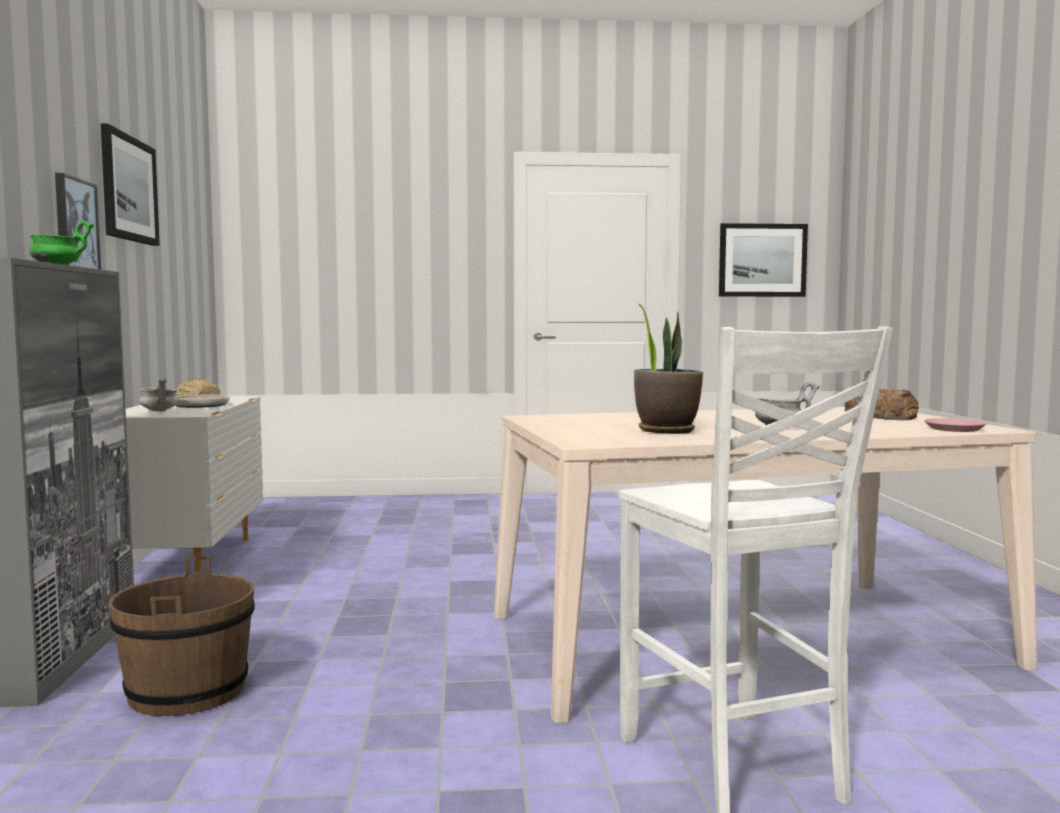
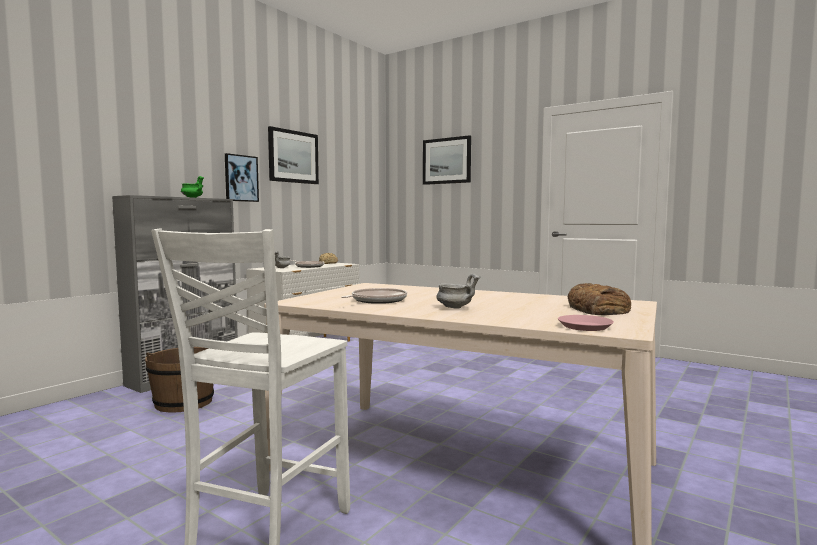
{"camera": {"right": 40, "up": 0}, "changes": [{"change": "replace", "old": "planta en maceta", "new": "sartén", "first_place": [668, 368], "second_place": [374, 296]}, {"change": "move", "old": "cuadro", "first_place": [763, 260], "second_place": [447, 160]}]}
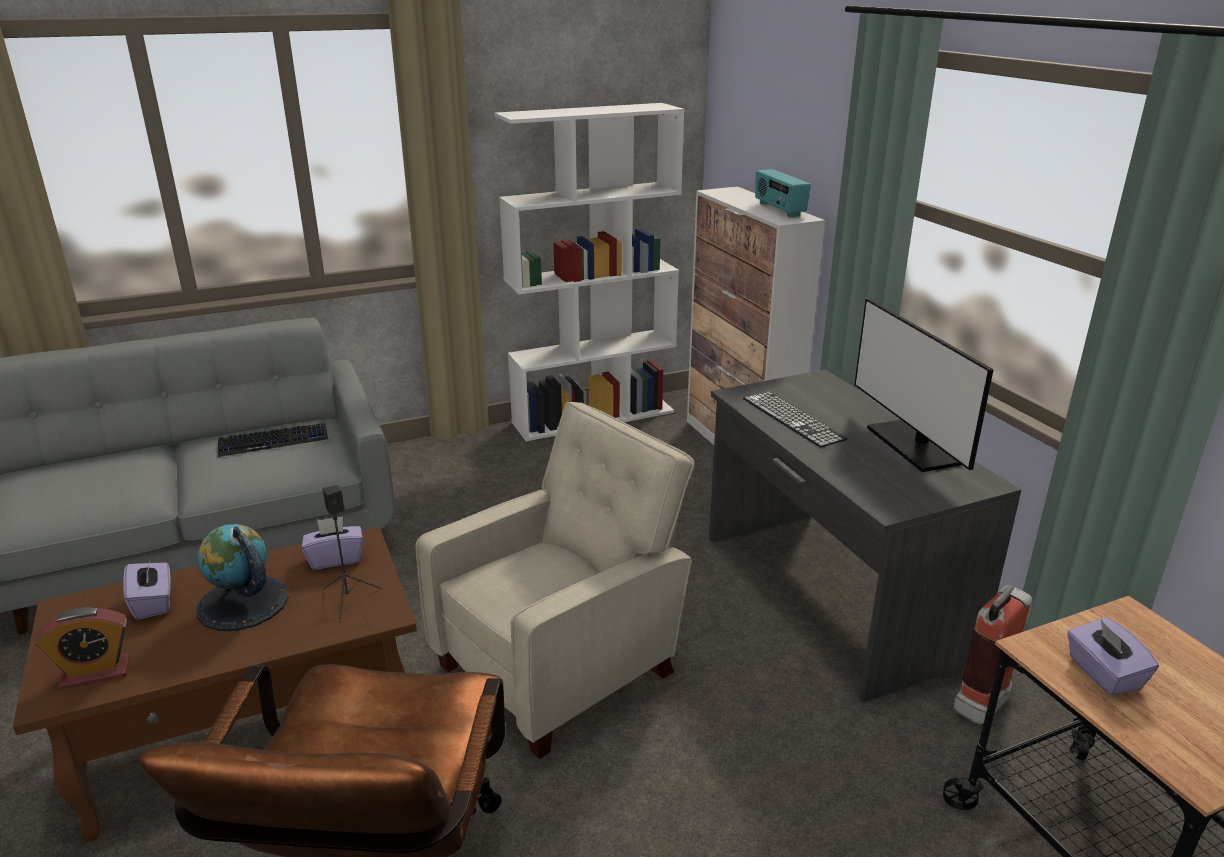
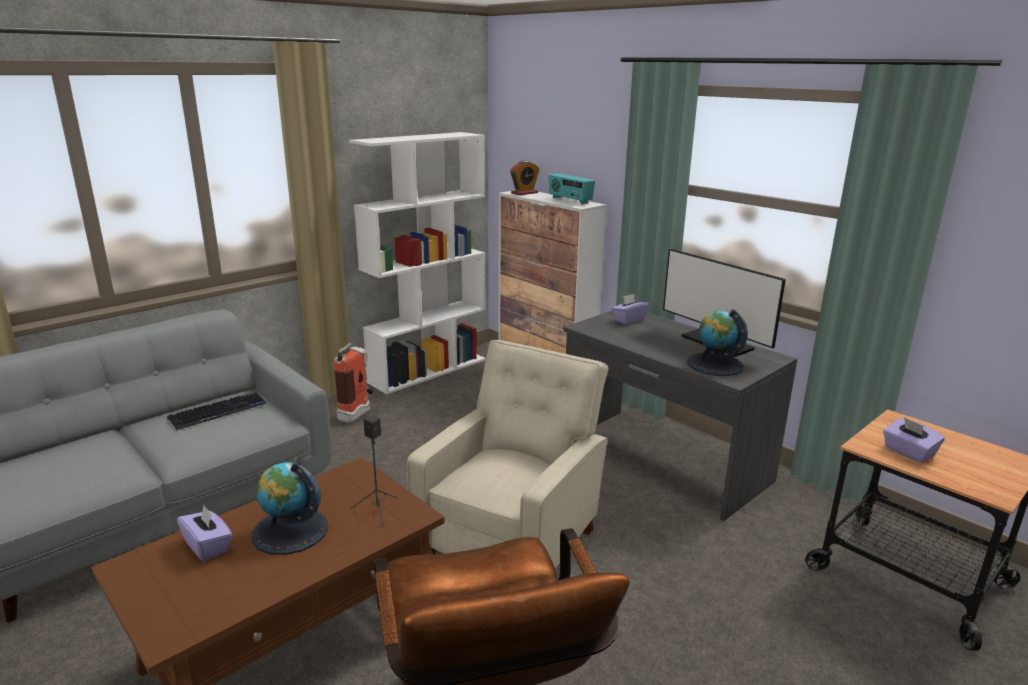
{"camera": {"right": -20, "up": -5}, "changes": [{"change": "move", "old": "extintor", "first_place": [993, 654], "second_place": [354, 383]}, {"change": "move", "old": "despertador", "first_place": [82, 648], "second_place": [525, 178]}, {"change": "move", "old": "caja de pañuelos/morado", "first_place": [332, 542], "second_place": [630, 309]}, {"change": "insert", "new": "globo terráqueo", "second_place": [717, 342]}, {"change": "delete", "old": "teclado", "first_place": [795, 420]}]}
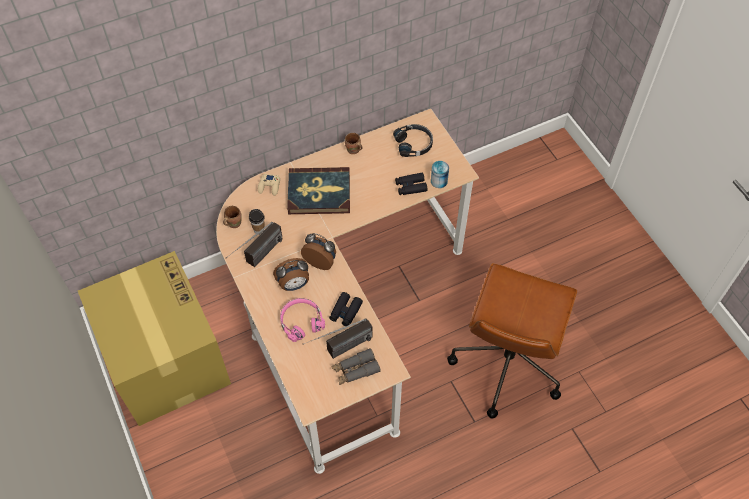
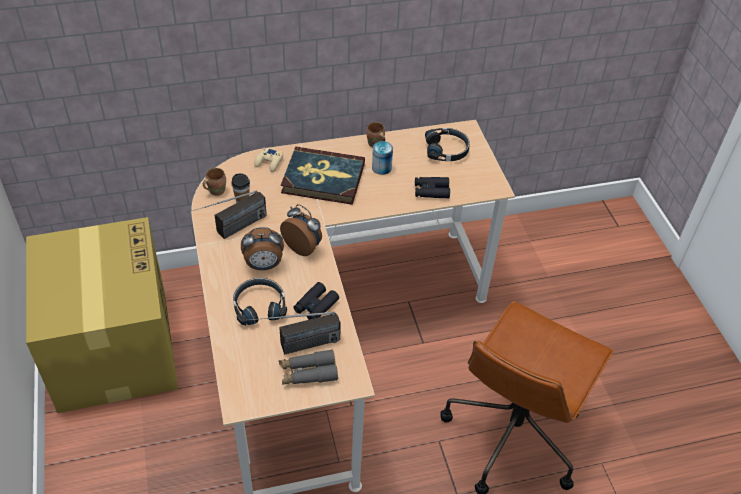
{"camera": {"right": 10, "up": -10}, "changes": [{"change": "recolor", "old": "auriculares/rosa", "new": "auriculares/negro", "first_place": [302, 320], "second_place": [260, 302]}, {"change": "move", "old": "lata", "first_place": [440, 174], "second_place": [382, 158]}]}
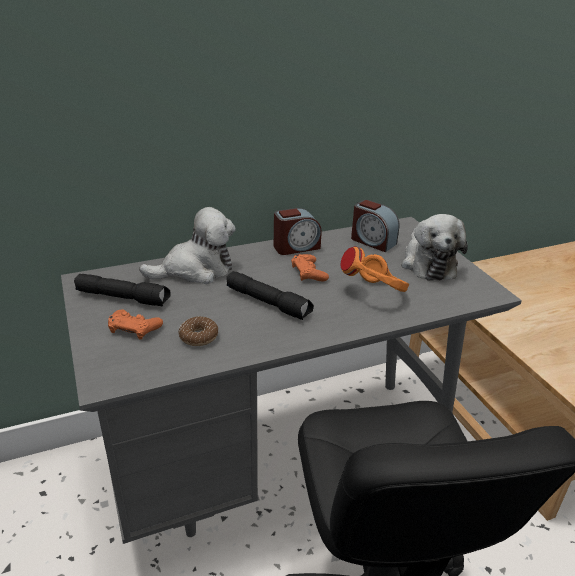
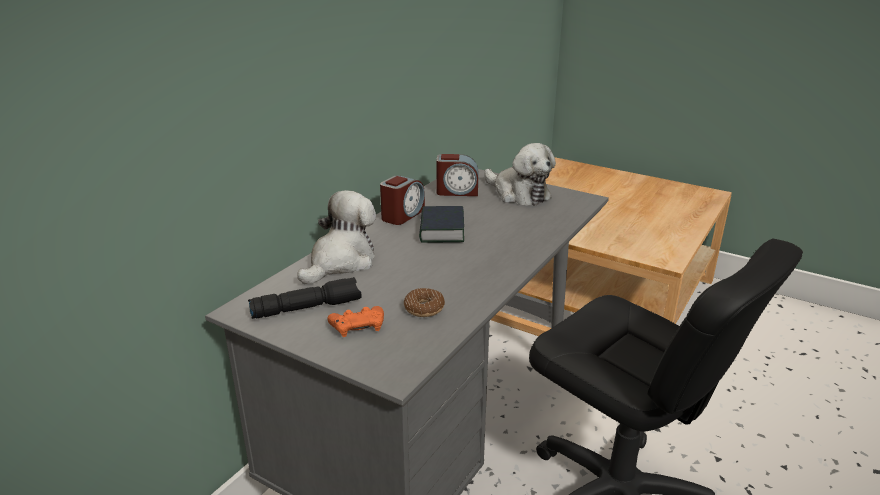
{"camera": {"right": -35, "up": -5}, "changes": [{"change": "replace", "old": "mando de consola/naranja", "new": "libro", "first_place": [310, 267], "second_place": [441, 224]}, {"change": "delete", "old": "linterna/negro", "first_place": [270, 295]}, {"change": "delete", "old": "auriculares/naranja", "first_place": [374, 269]}]}
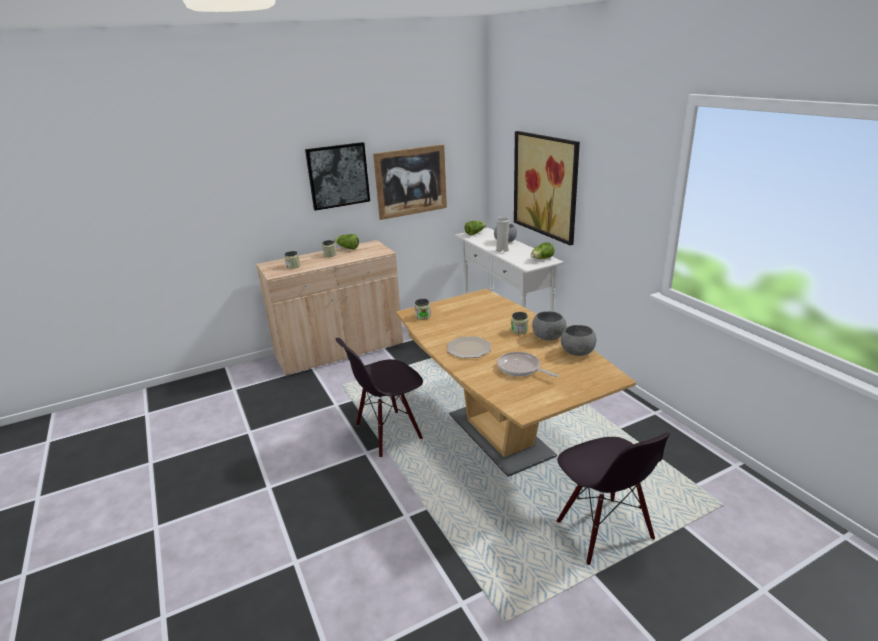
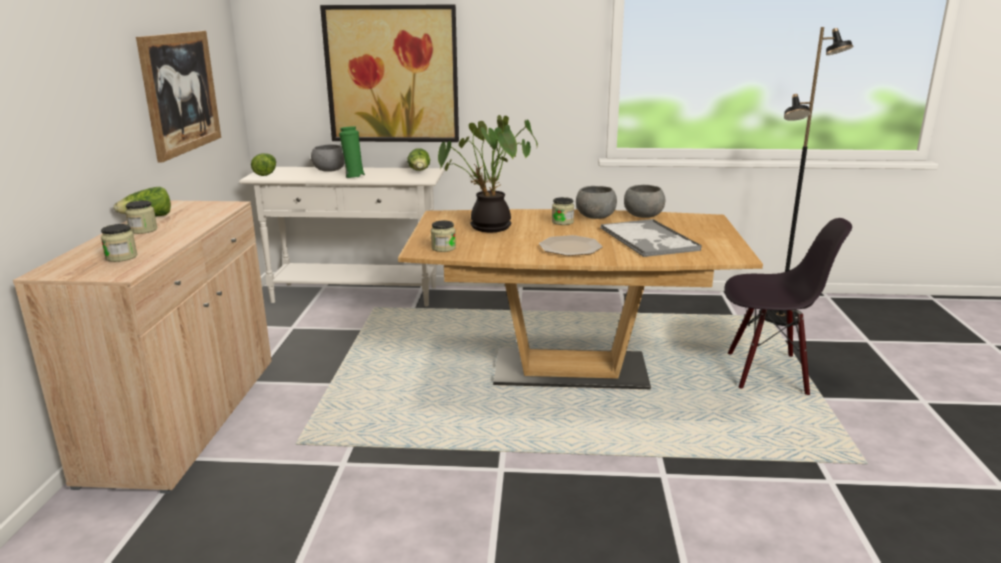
{"camera": {"right": -60, "up": -5}, "changes": [{"change": "recolor", "old": "florero/blanco", "new": "florero/verde", "first_place": [503, 234], "second_place": [352, 152]}, {"change": "insert", "new": "planta en maceta", "second_place": [488, 173]}, {"change": "replace", "old": "sartén", "new": "bandeja", "first_place": [527, 364], "second_place": [651, 238]}, {"change": "insert", "new": "lámpara de pie/negro", "second_place": [806, 176]}, {"change": "delete", "old": "cuadro", "first_place": [337, 176]}, {"change": "delete", "old": "silla/negro", "first_place": [379, 398]}]}
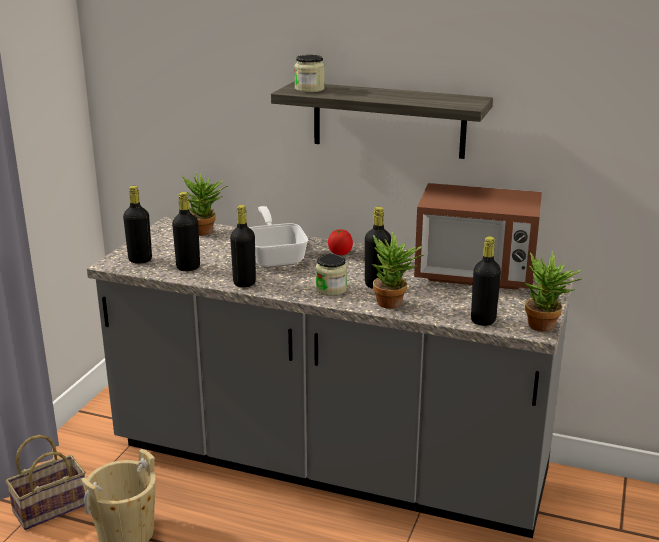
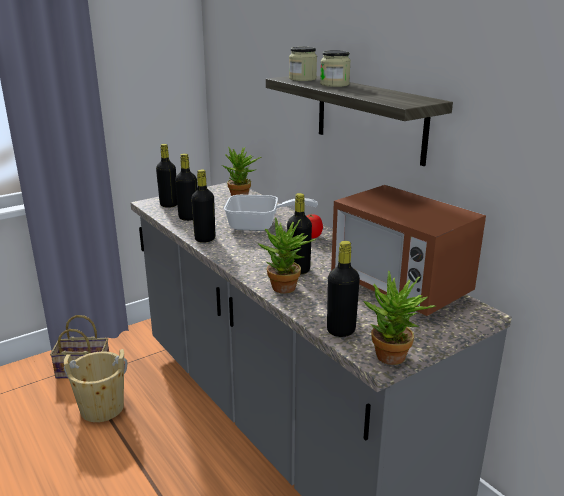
{"camera": {"right": 35, "up": 0}, "changes": [{"change": "rotate", "old": "sartén", "first_place": [278, 237], "second_place": [271, 213], "degrees": 75}, {"change": "move", "old": "tarro", "first_place": [331, 275], "second_place": [335, 68]}]}
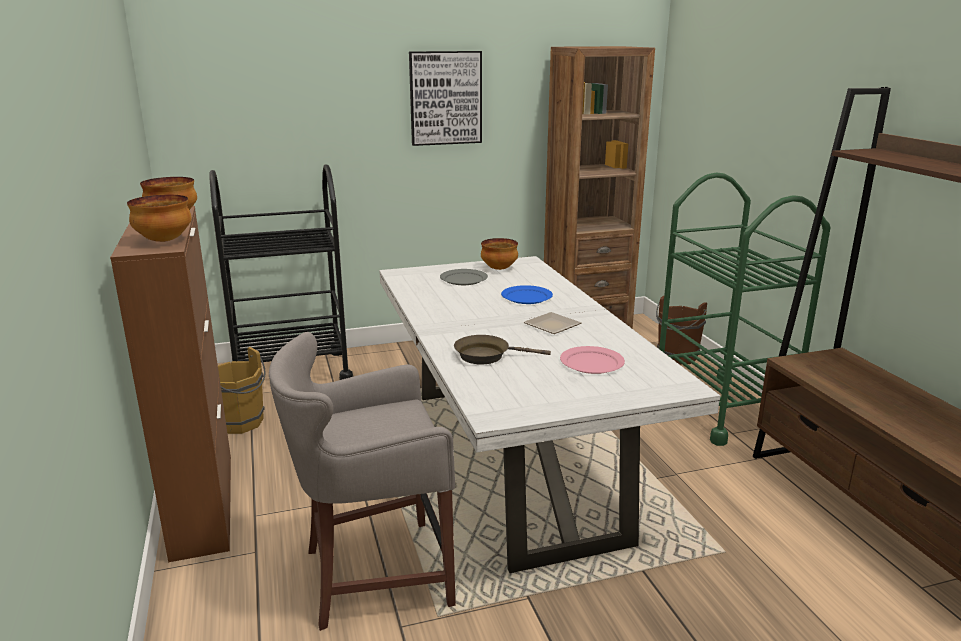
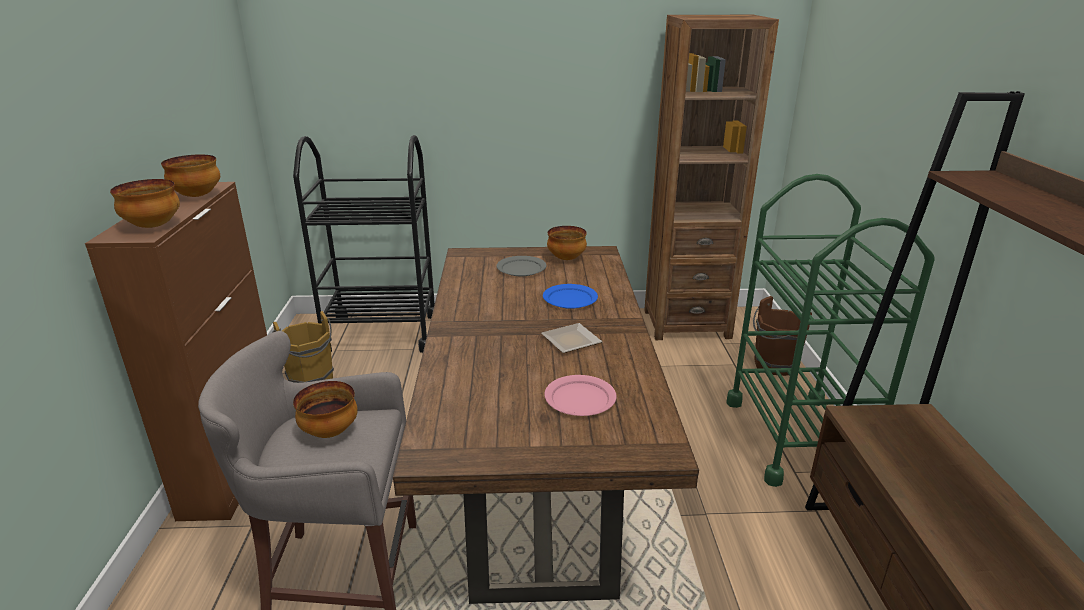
{"camera": {"right": 15, "up": 5}, "changes": [{"change": "insert", "new": "cuenco", "second_place": [325, 409]}, {"change": "recolor", "old": "mesa de comedor/blanco", "new": "mesa de comedor/marrón", "first_place": [549, 414], "second_place": [546, 425]}, {"change": "delete", "old": "cuadro", "first_place": [445, 98]}, {"change": "delete", "old": "sartén/marrón", "first_place": [502, 349]}]}
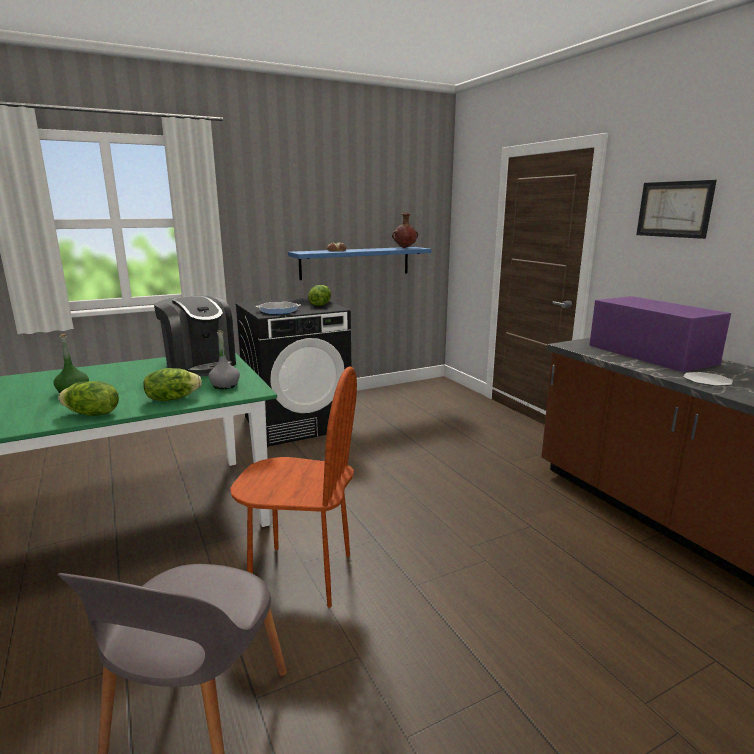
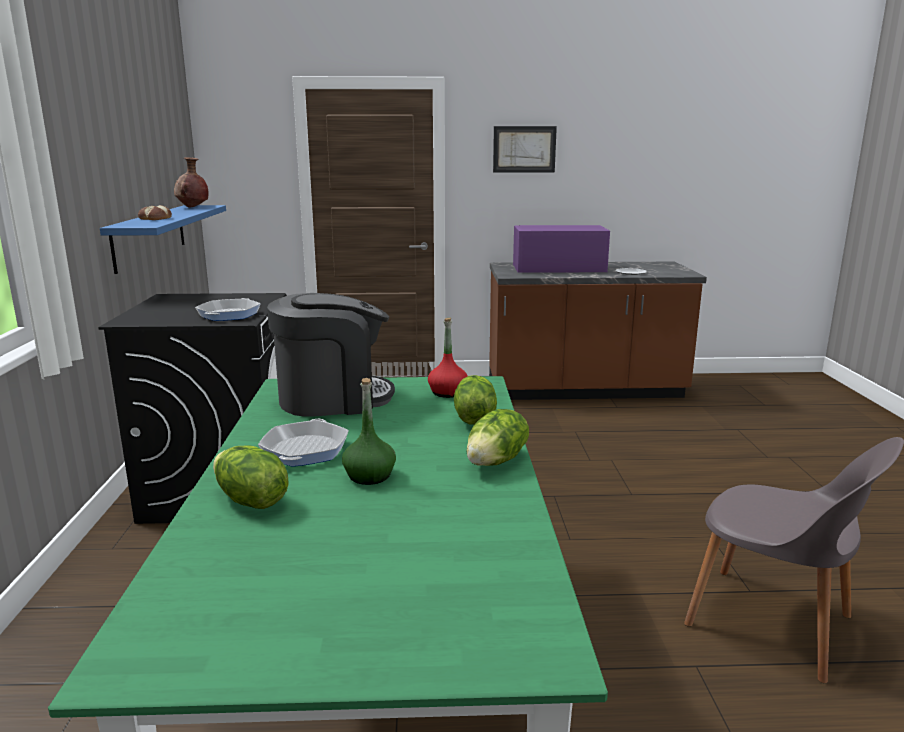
{"camera": {"right": -65, "up": 0}, "changes": [{"change": "move", "old": "lechuga", "first_place": [319, 295], "second_place": [251, 477]}, {"change": "insert", "new": "sartén", "second_place": [303, 443]}, {"change": "recolor", "old": "botella/gris", "new": "botella/rojo", "first_place": [224, 359], "second_place": [448, 358]}, {"change": "delete", "old": "silla/marrón", "first_place": [293, 487]}]}
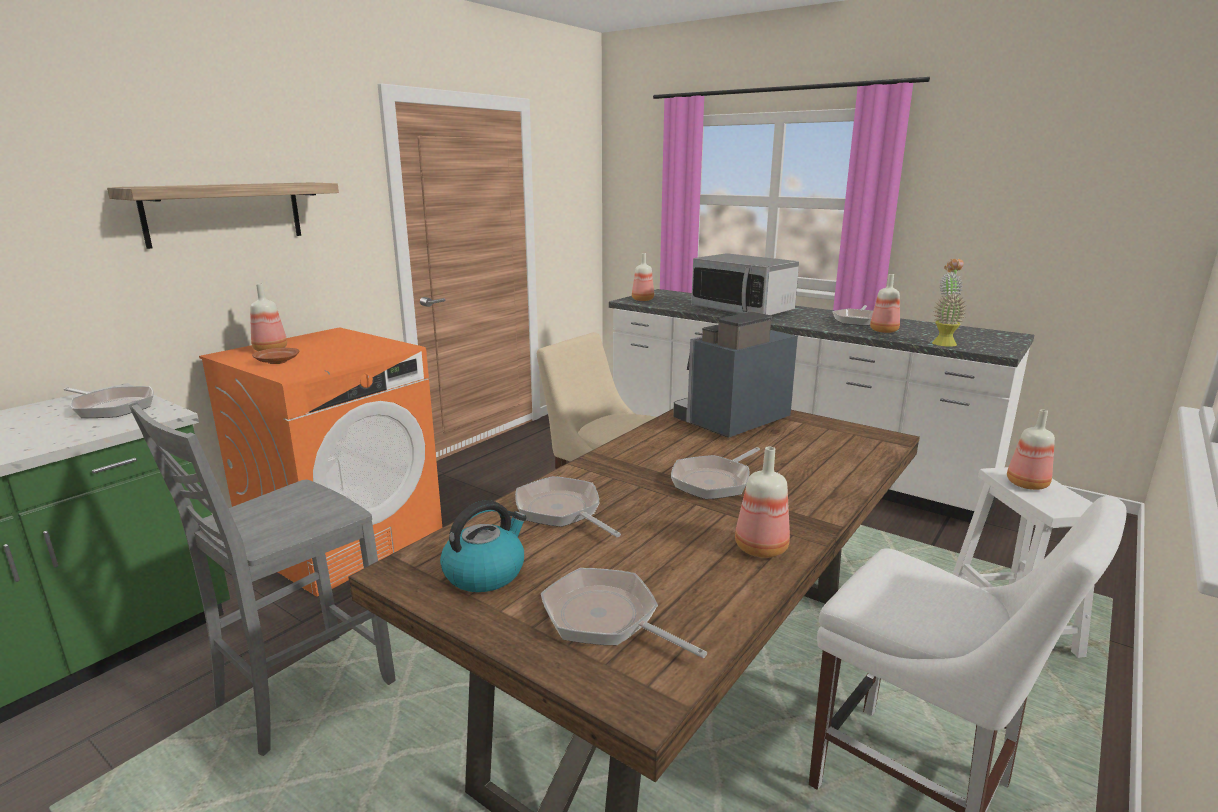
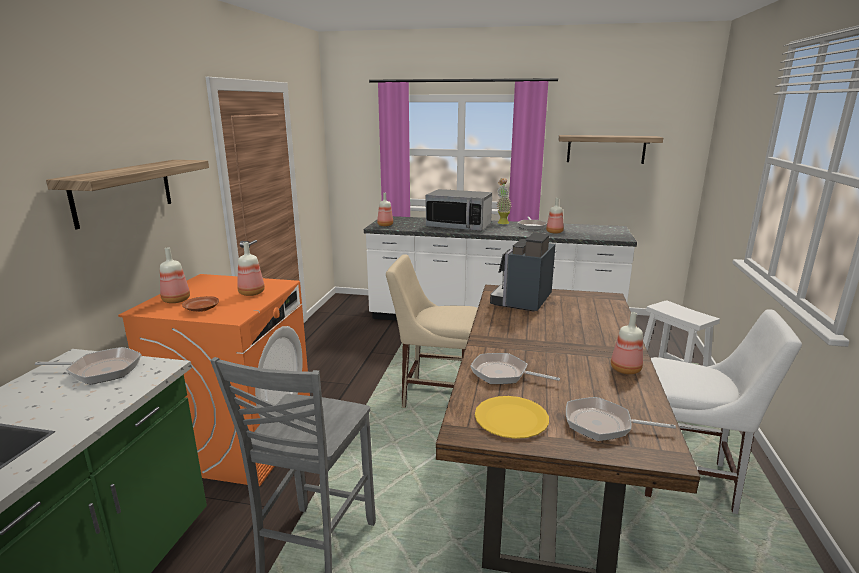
{"camera": {"right": -25, "up": 0}, "changes": [{"change": "move", "old": "botella", "first_place": [1031, 449], "second_place": [251, 269]}, {"change": "replace", "old": "hervidor", "new": "plato/amarillo", "first_place": [483, 546], "second_place": [512, 417]}, {"change": "move", "old": "planta en maceta", "first_place": [949, 303], "second_place": [504, 201]}, {"change": "insert", "new": "estante", "second_place": [611, 149]}, {"change": "delete", "old": "sartén", "first_place": [715, 473]}]}
